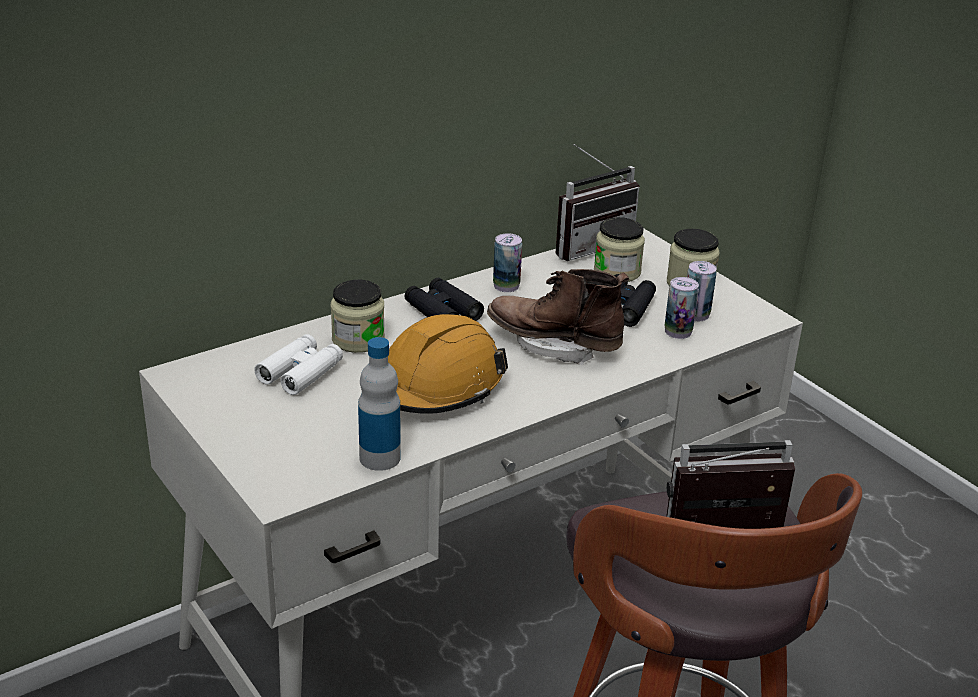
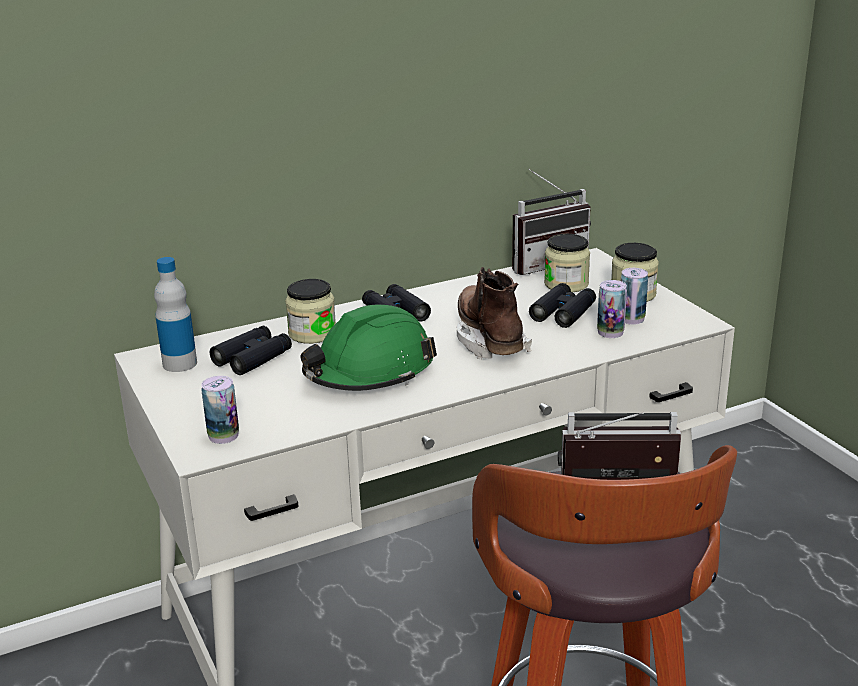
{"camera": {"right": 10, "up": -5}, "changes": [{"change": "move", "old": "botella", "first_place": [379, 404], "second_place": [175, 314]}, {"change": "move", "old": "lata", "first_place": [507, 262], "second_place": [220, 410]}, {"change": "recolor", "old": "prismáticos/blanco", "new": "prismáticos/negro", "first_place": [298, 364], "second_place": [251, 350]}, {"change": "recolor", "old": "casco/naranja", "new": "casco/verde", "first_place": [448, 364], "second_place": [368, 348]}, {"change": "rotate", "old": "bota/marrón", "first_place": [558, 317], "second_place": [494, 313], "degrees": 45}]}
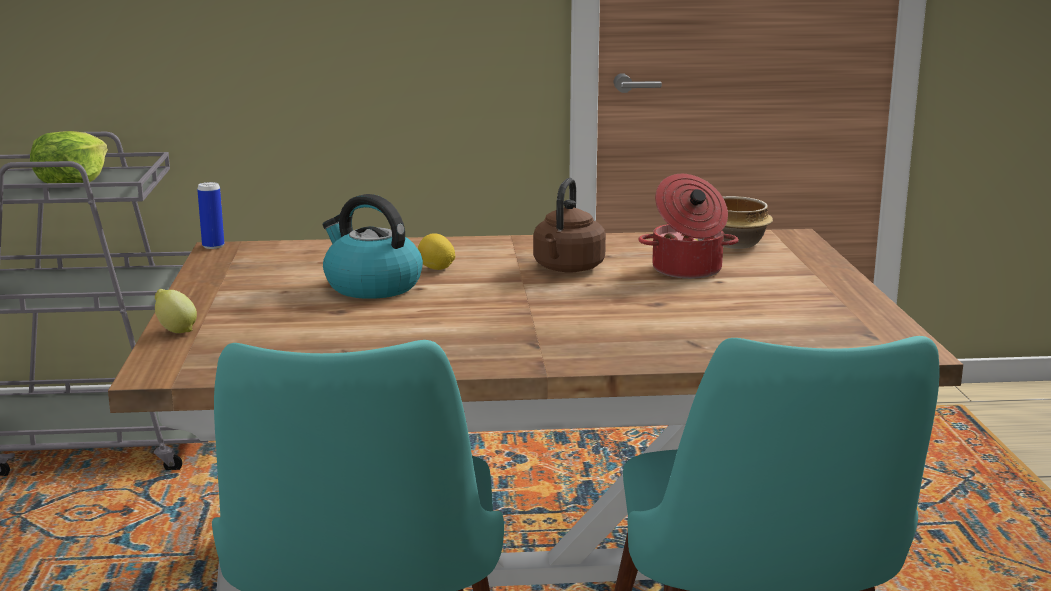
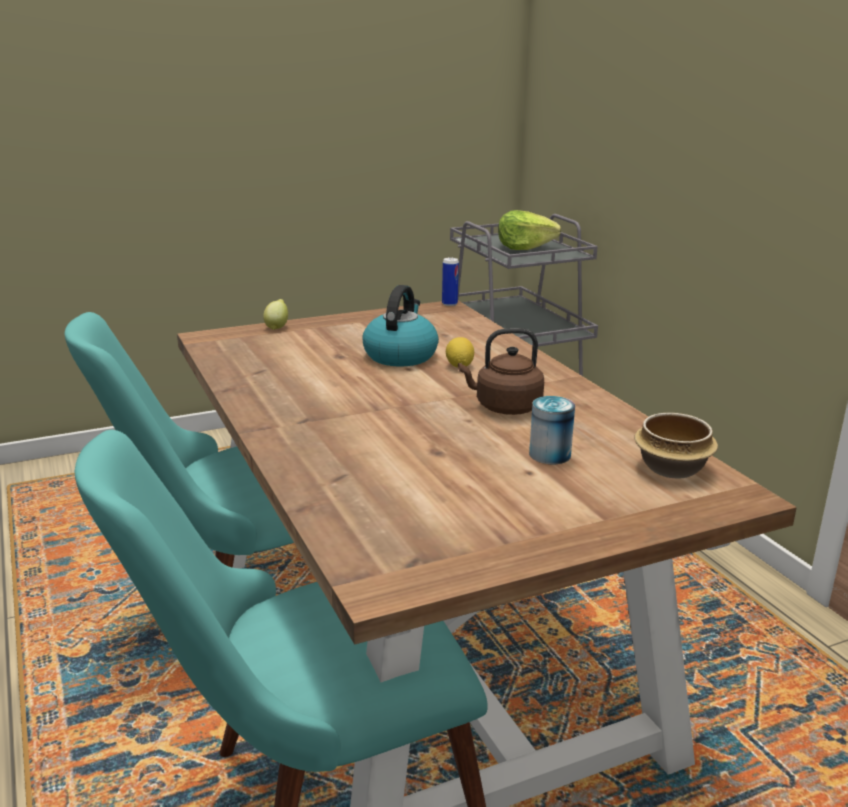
{"camera": {"right": 70, "up": 5}, "changes": [{"change": "replace", "old": "olla", "new": "lata", "first_place": [688, 226], "second_place": [552, 430]}]}
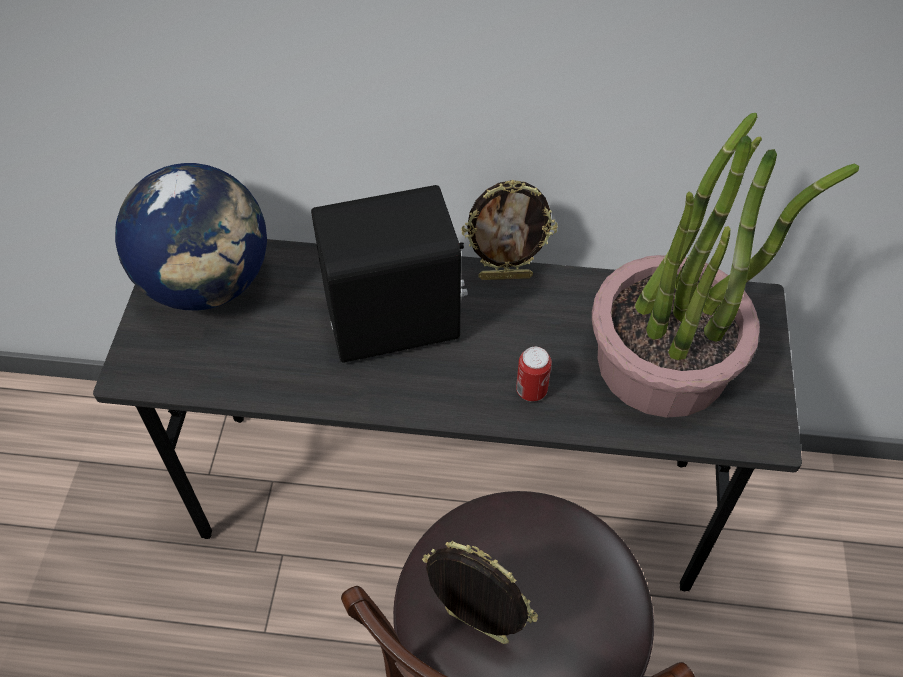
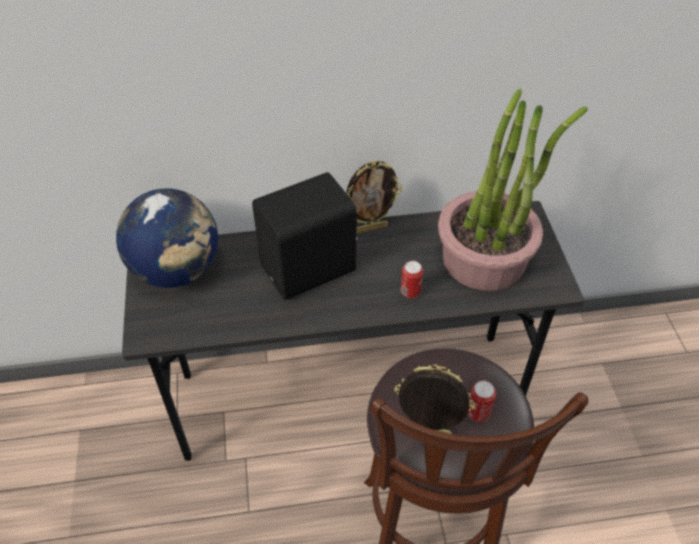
{"camera": {"right": -15, "up": -5}, "changes": [{"change": "insert", "new": "lata", "second_place": [481, 401]}]}
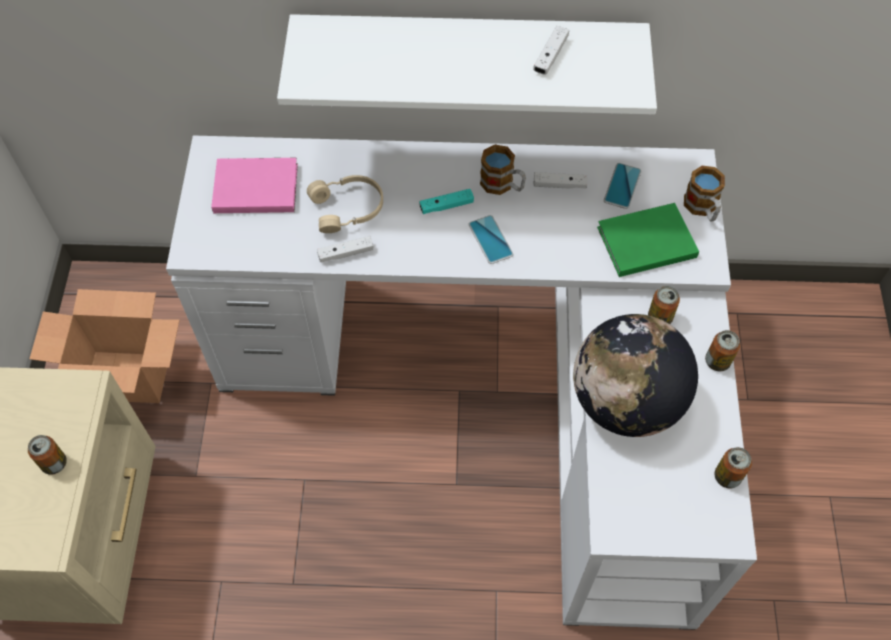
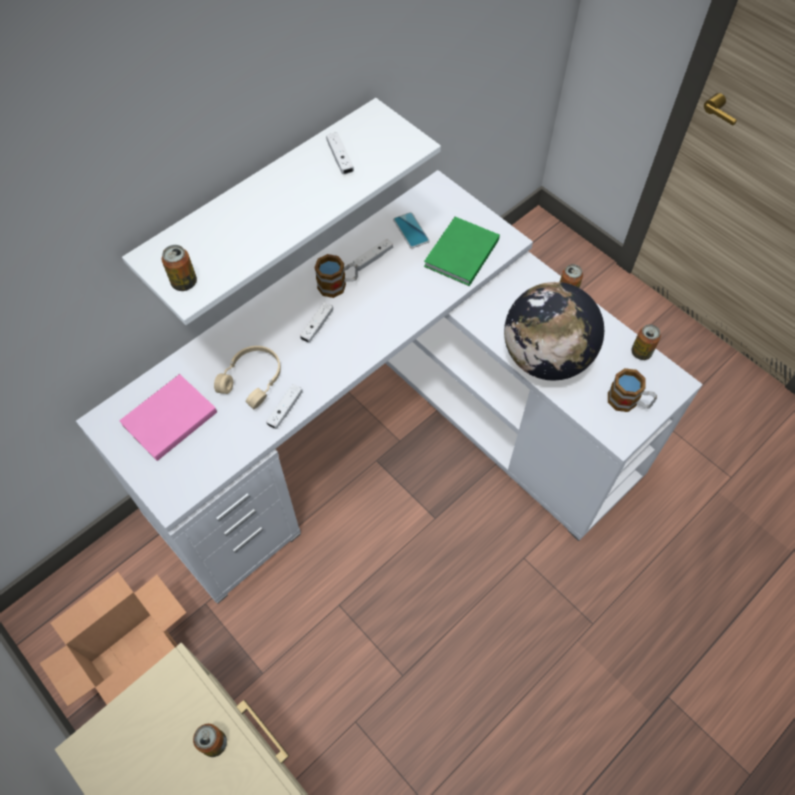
{"camera": {"right": -45, "up": 0}, "changes": [{"change": "move", "old": "lata", "first_place": [664, 305], "second_place": [179, 268]}, {"change": "recolor", "old": "mando de consola/turquesa", "new": "mando de consola/blanco", "first_place": [446, 201], "second_place": [316, 322]}, {"change": "move", "old": "taza grande", "first_place": [704, 194], "second_place": [632, 390]}, {"change": "delete", "old": "móvil", "first_place": [490, 239]}]}
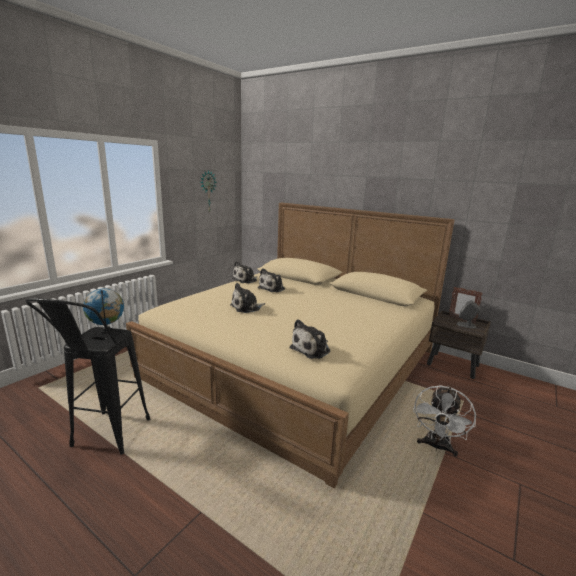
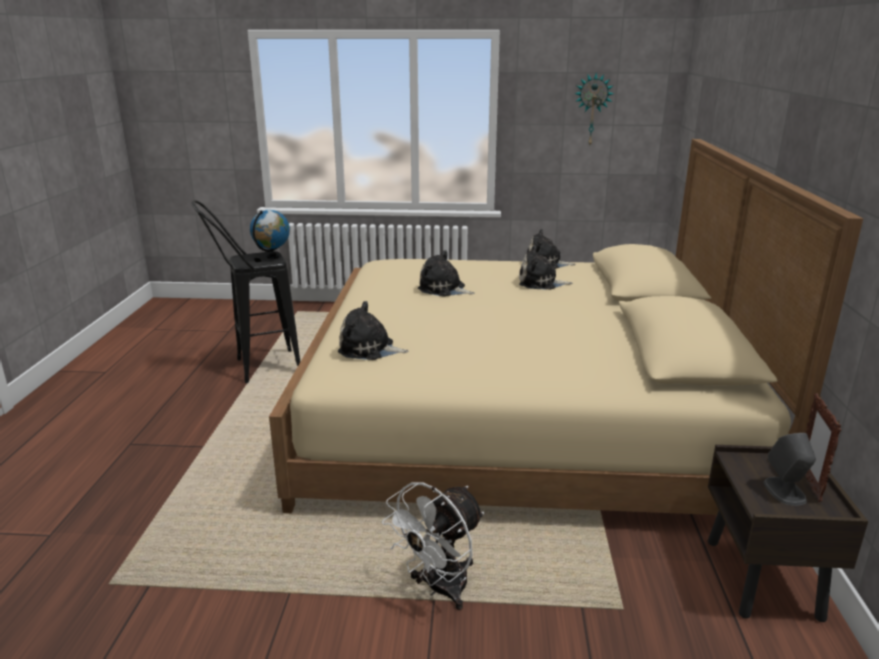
{"camera": {"right": 60, "up": 5}, "changes": [{"change": "rotate", "old": "ventilador/blanco", "first_place": [444, 421], "second_place": [433, 546], "degrees": -45}]}
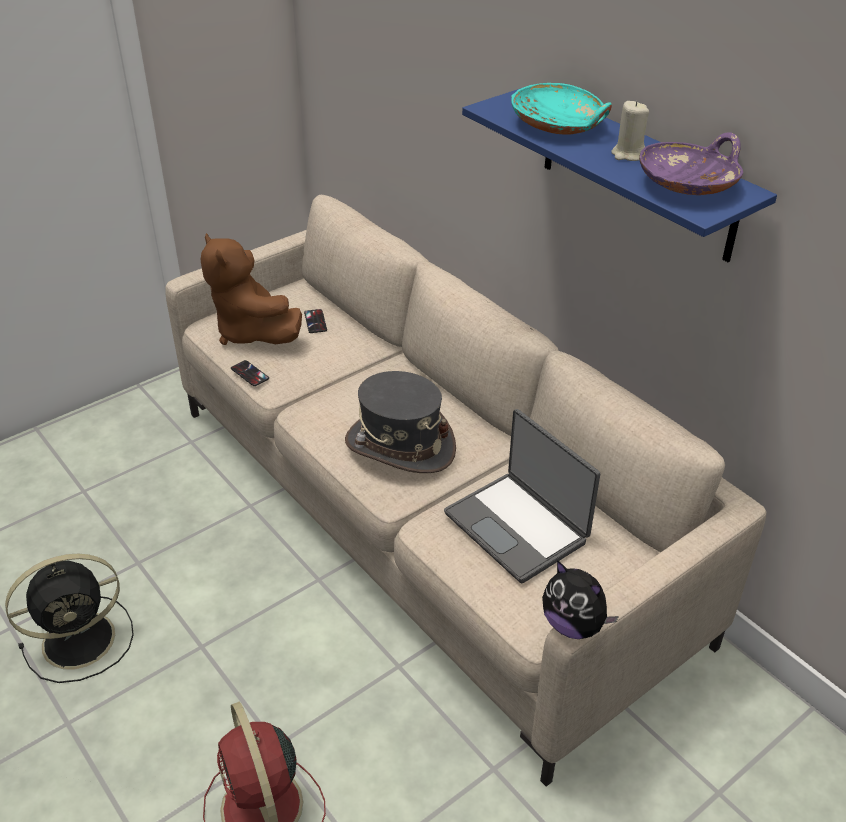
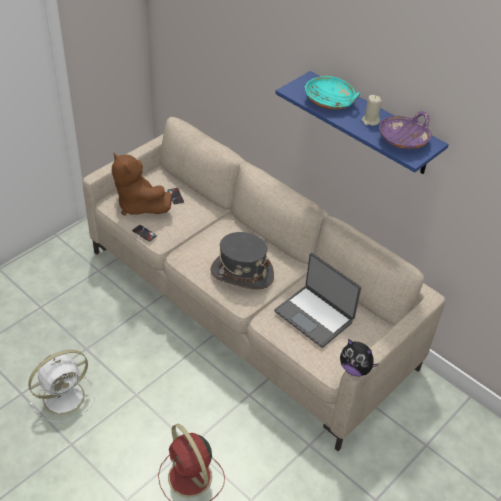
{"camera": {"right": -10, "up": 5}, "changes": [{"change": "recolor", "old": "ventilador/negro", "new": "ventilador/blanco", "first_place": [69, 618], "second_place": [61, 386]}]}
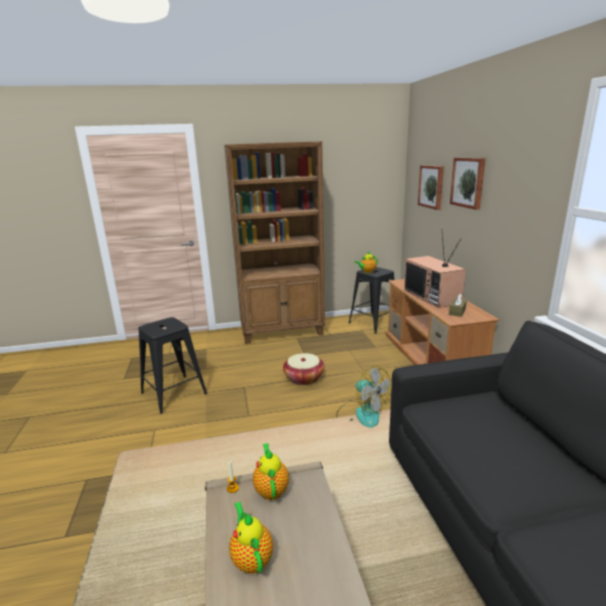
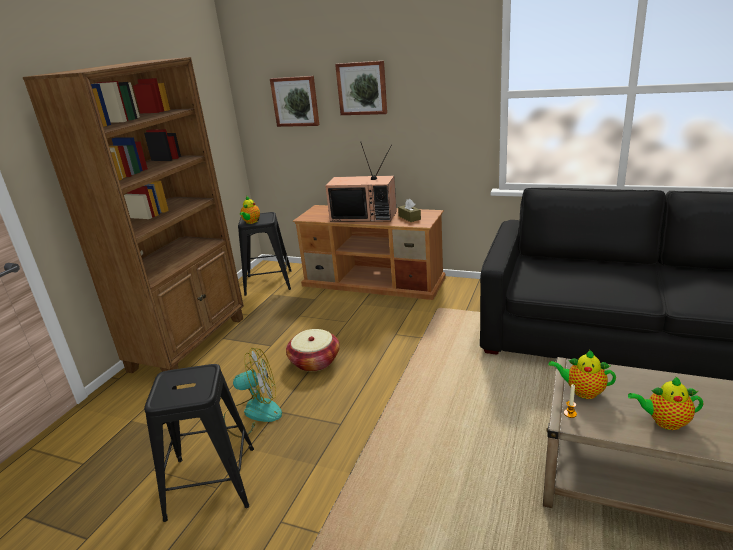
{"camera": {"right": -55, "up": 5}, "changes": [{"change": "move", "old": "ventilador", "first_place": [364, 397], "second_place": [253, 393]}]}
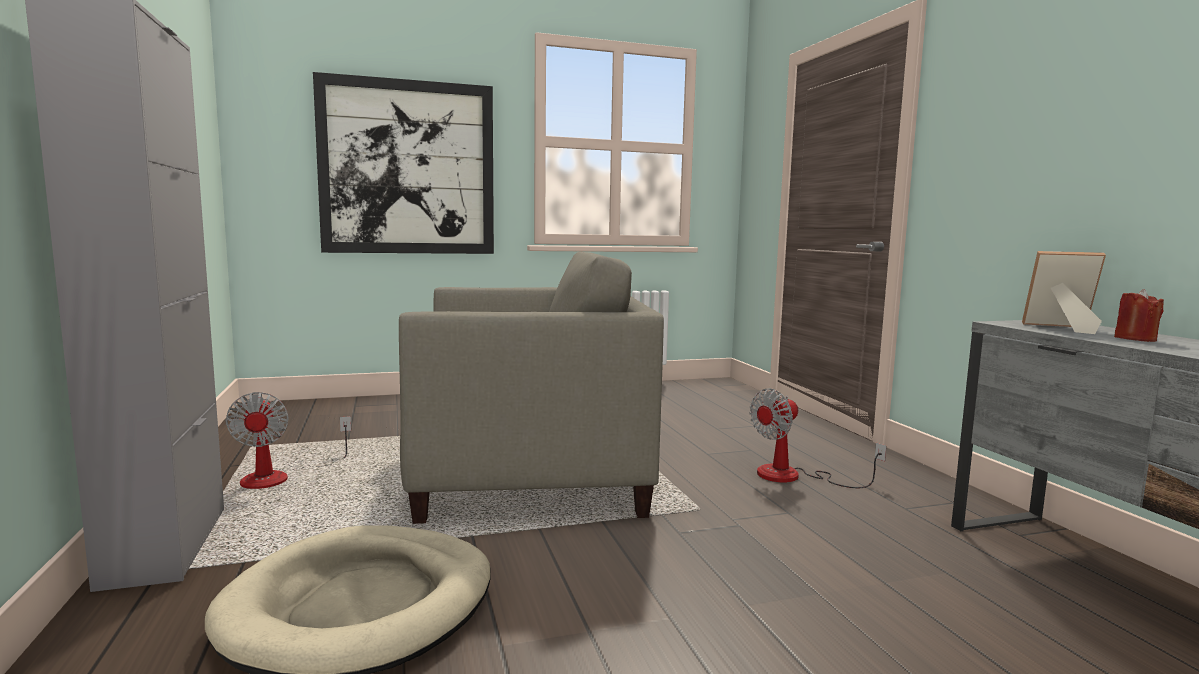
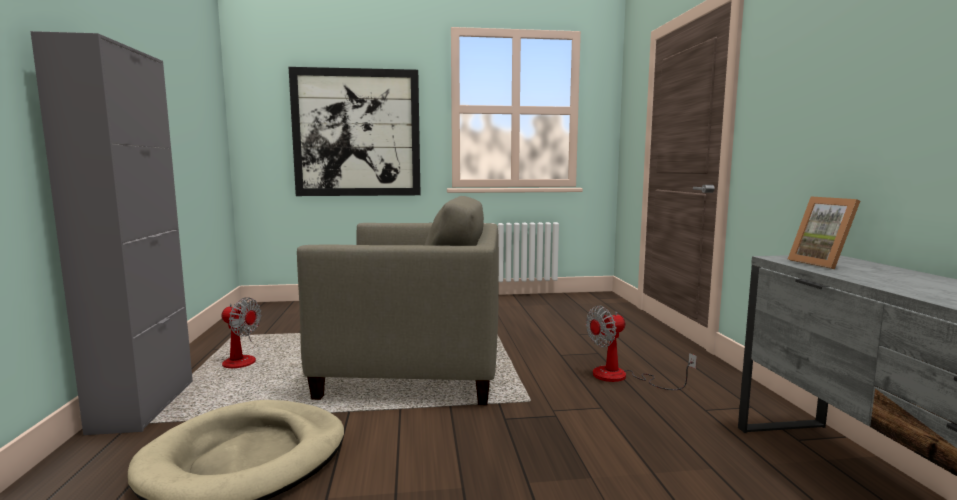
{"camera": {"right": 10, "up": 0}, "changes": [{"change": "rotate", "old": "ventilador", "first_place": [288, 440], "second_place": [242, 332], "degrees": -60}, {"change": "rotate", "old": "portarretratos", "first_place": [1064, 292], "second_place": [824, 232], "degrees": -135}, {"change": "delete", "old": "vela/rojo", "first_place": [1139, 315]}]}
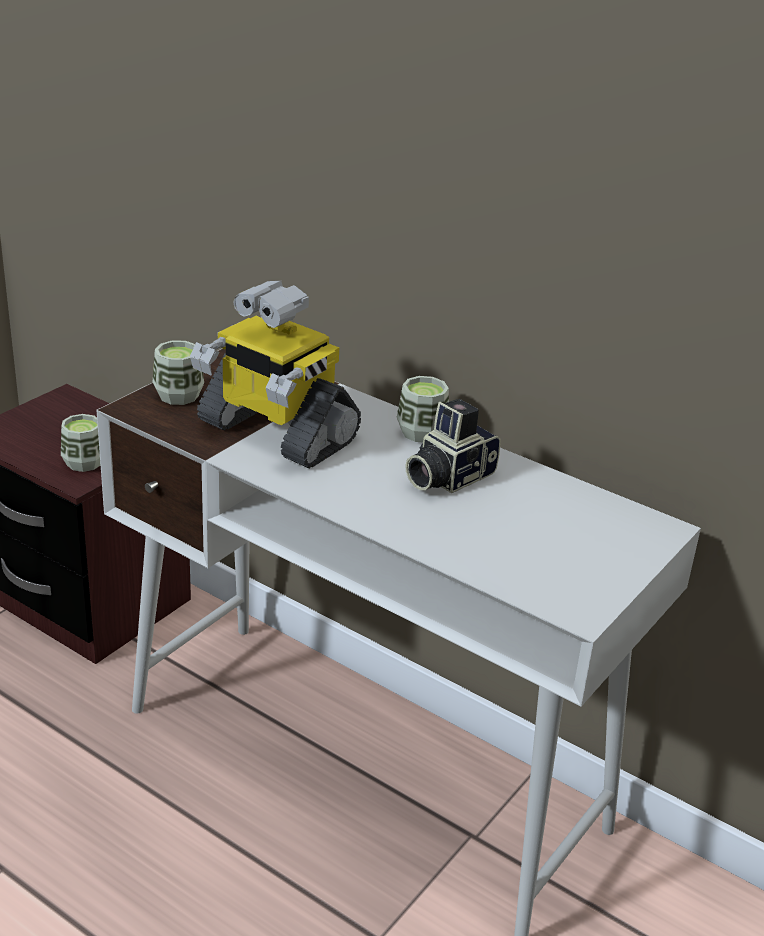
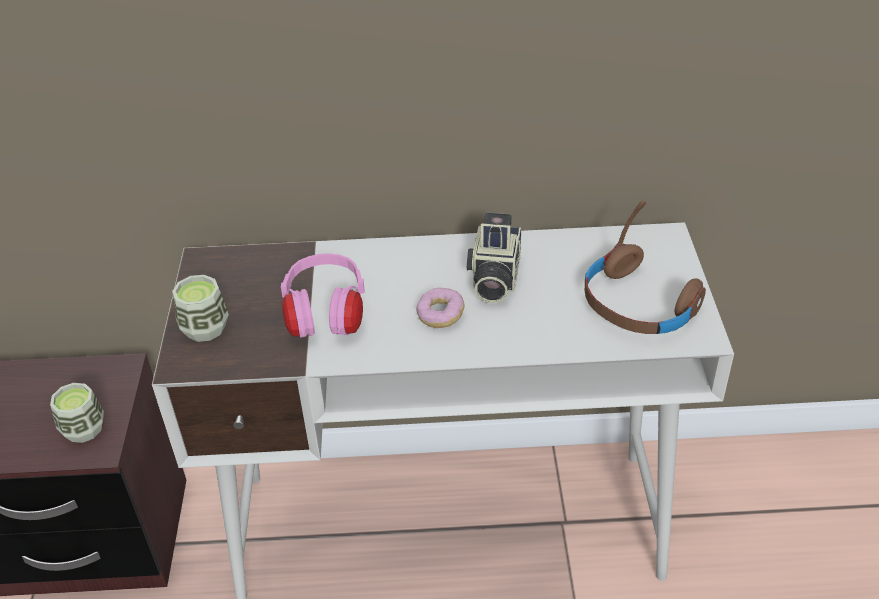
{"camera": {"right": -35, "up": 10}, "changes": [{"change": "replace", "old": "robot de juguete", "new": "auriculares/rosa", "first_place": [275, 374], "second_place": [322, 295]}, {"change": "insert", "new": "rosquilla", "second_place": [440, 308]}, {"change": "insert", "new": "auriculares/marrón", "second_place": [645, 267]}, {"change": "delete", "old": "taza", "first_place": [423, 409]}]}
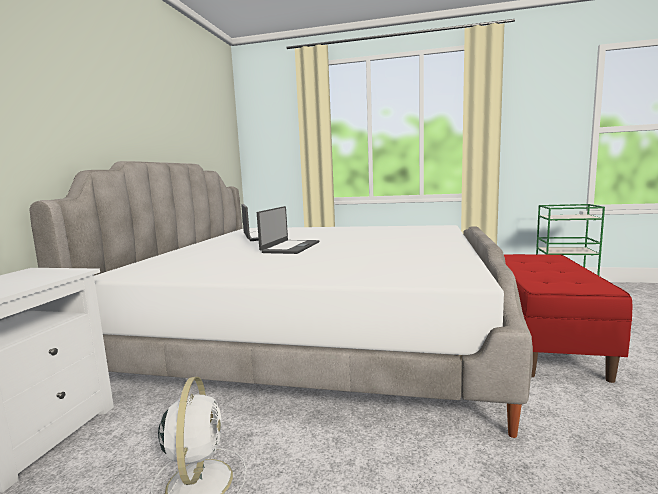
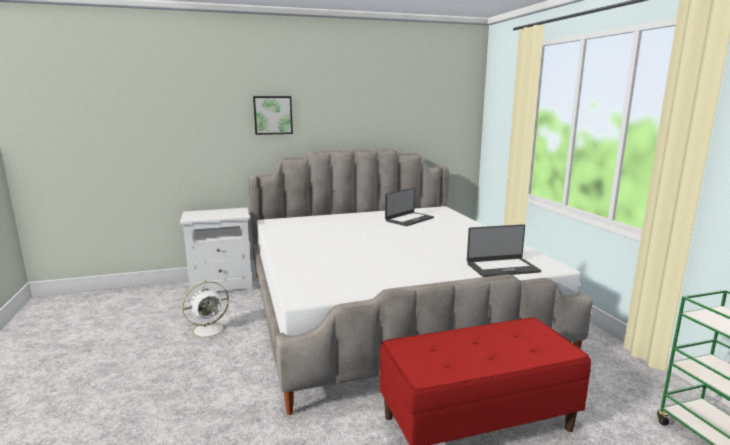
{"camera": {"right": 60, "up": 5}, "changes": [{"change": "insert", "new": "cuadro", "second_place": [273, 115]}, {"change": "move", "old": "portátil", "first_place": [288, 230], "second_place": [504, 250]}]}
